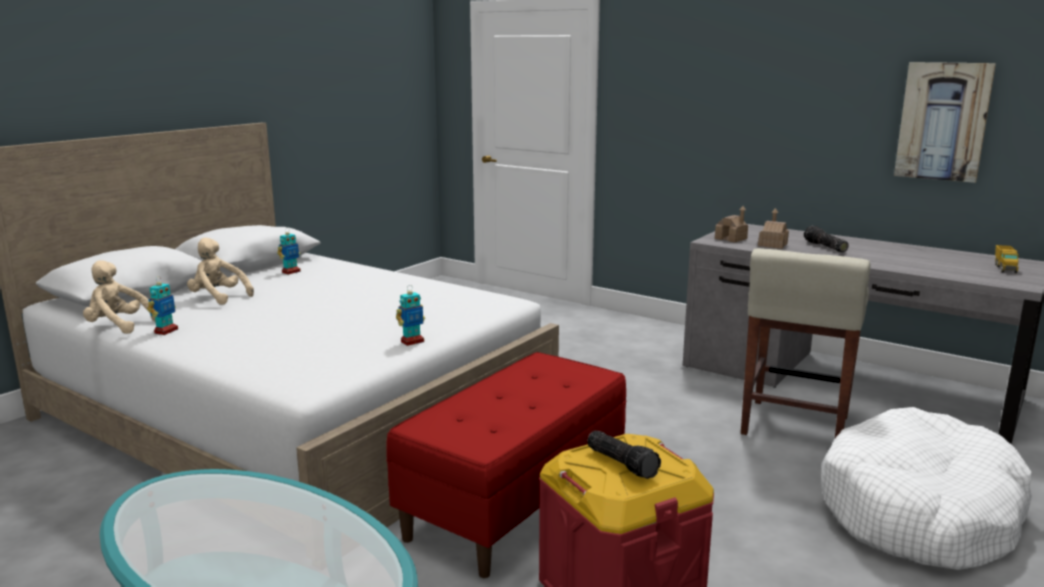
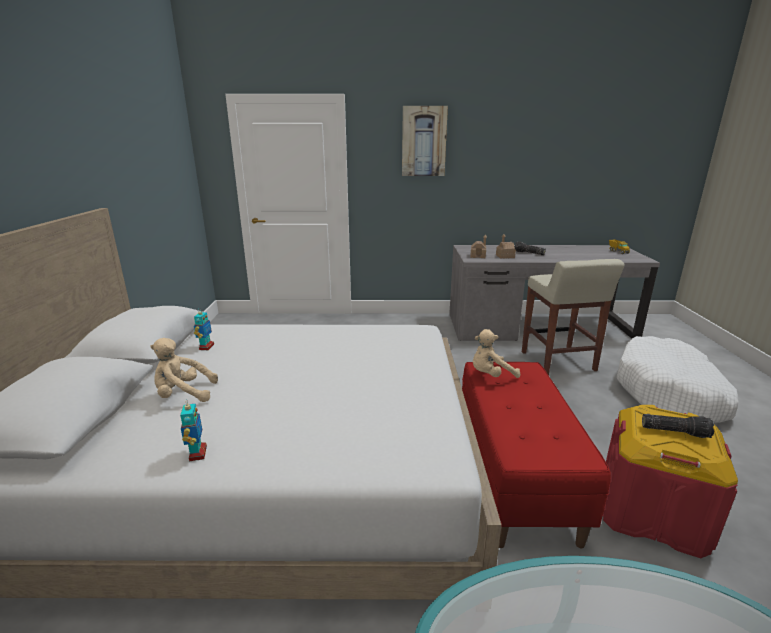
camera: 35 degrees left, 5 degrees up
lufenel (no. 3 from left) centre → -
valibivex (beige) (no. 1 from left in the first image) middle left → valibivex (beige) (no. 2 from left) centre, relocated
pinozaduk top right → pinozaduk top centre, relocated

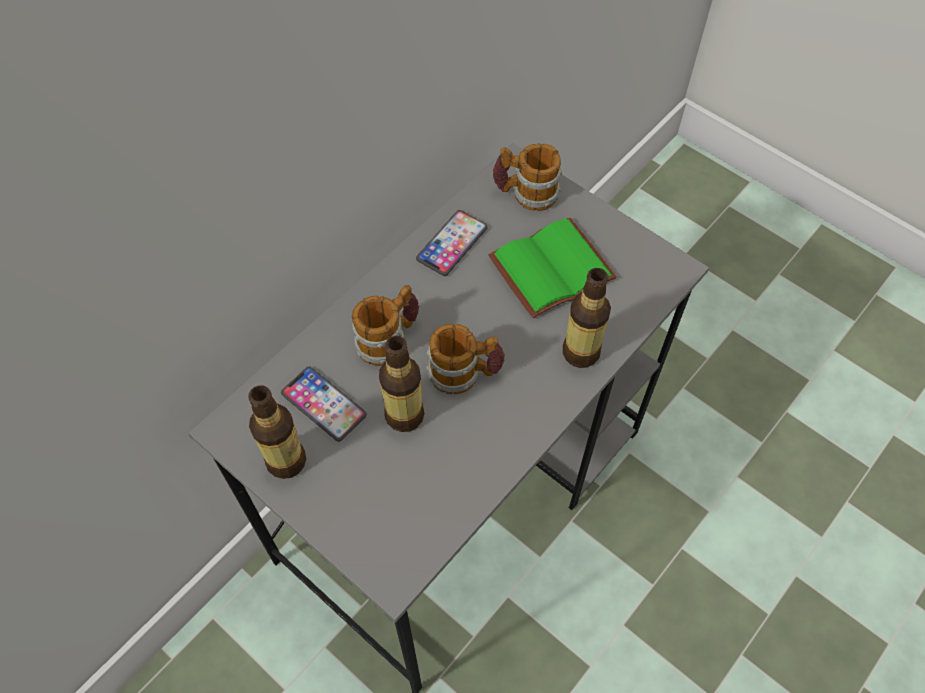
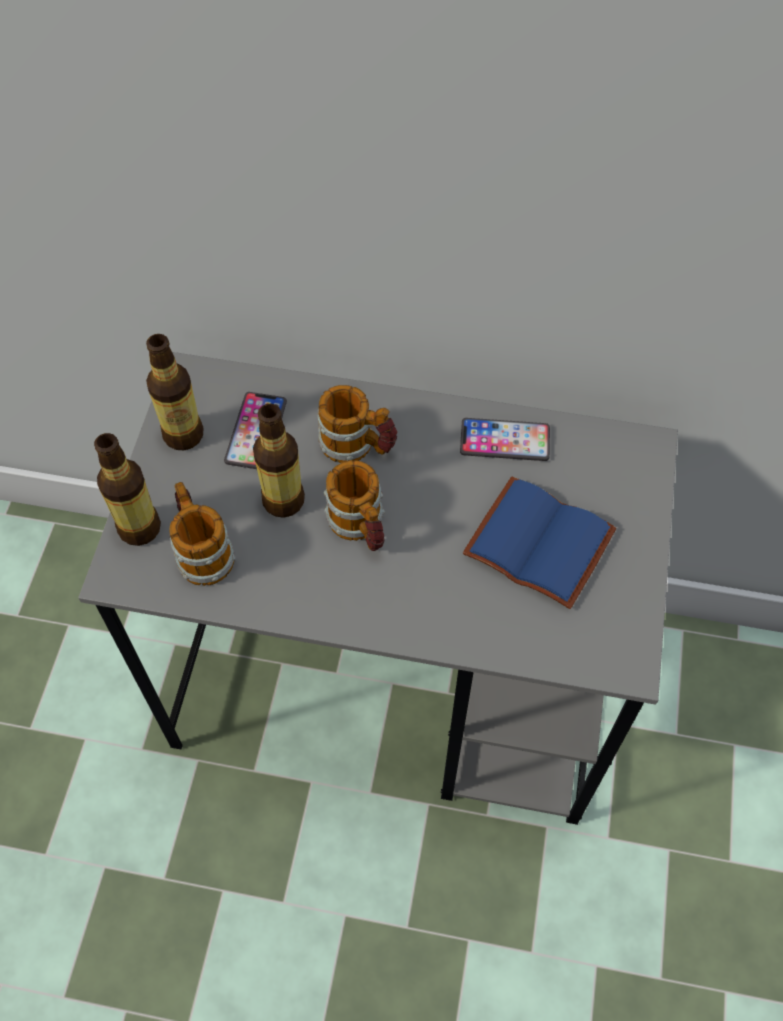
camera: 60 degrees right, 0 degrees up
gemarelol (no. 3 from left in the first image) top centre → gemarelol (no. 1 from left) middle left, relocated
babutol (no. 3 from left in the first image) centre → babutol (no. 1 from left) middle left, relocated
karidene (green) centre → karidene (blue) middle right

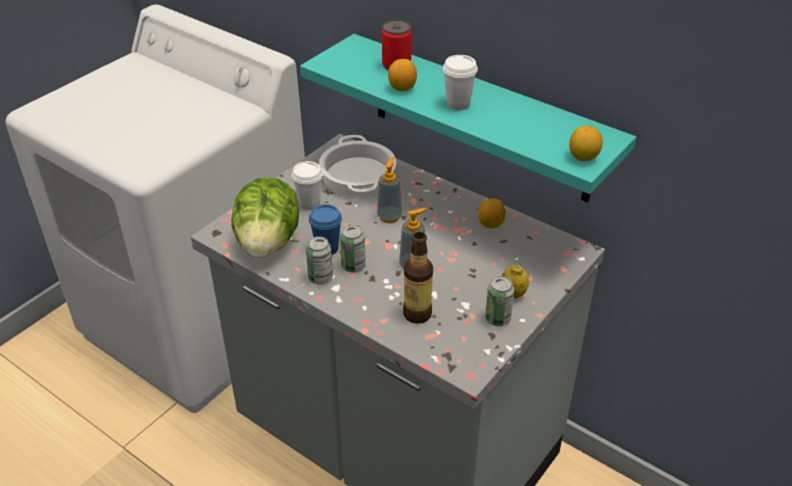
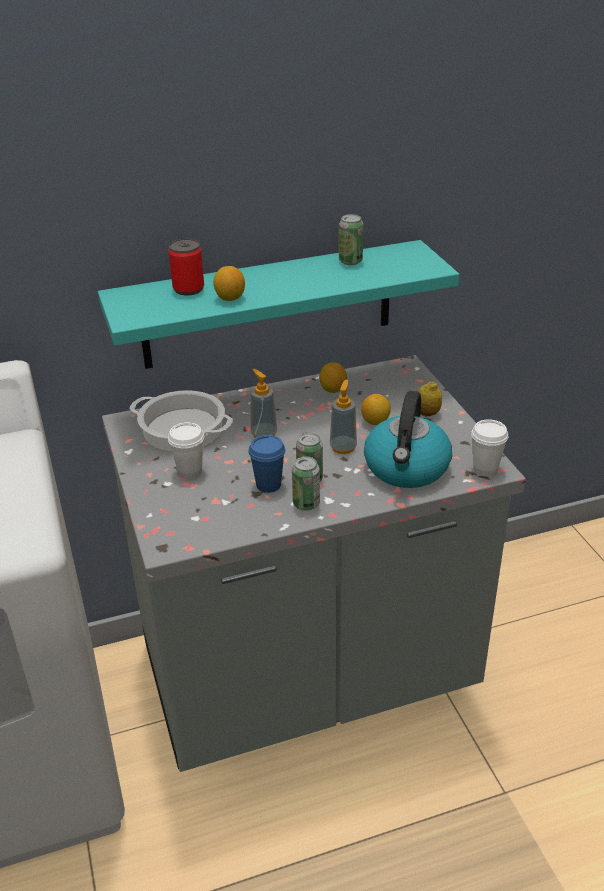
camera: 55 degrees left, 5 degrees down
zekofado centre → -
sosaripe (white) (no. 2 from left) top centre → sosaripe (white) (no. 2 from left) middle right, relocated
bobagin (no. 4 from left) centre → bobagin (no. 4 from left) top centre, relocated
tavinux (no. 4 from left in the first image) top right → tavinux (no. 3 from left) centre, relocated
babutol centre → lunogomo middle right

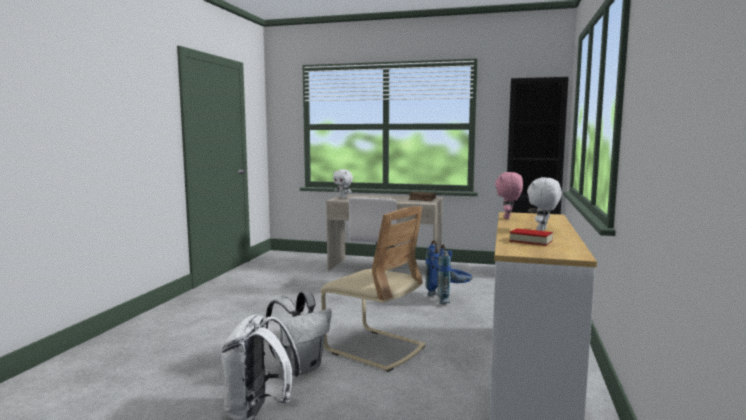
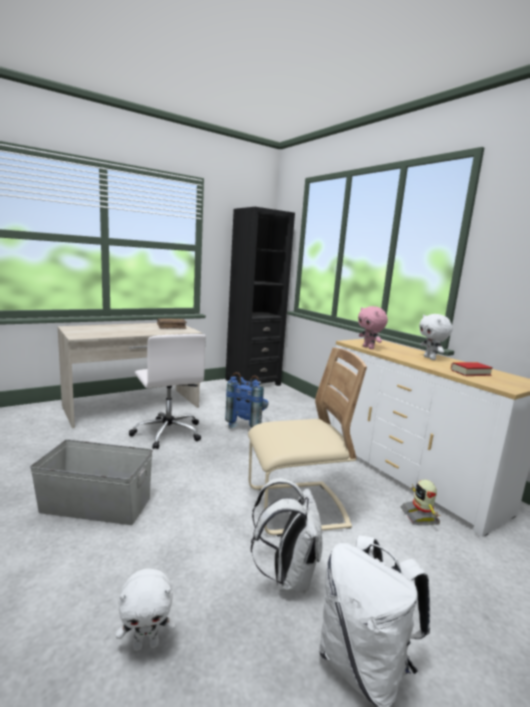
camera: 50 degrees left, 5 degrees up
- → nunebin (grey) bottom left
- → lufenel bottom right
valibivex (white) (no. 1 from left) centre → valibivex (white) (no. 1 from left) bottom left, relocated

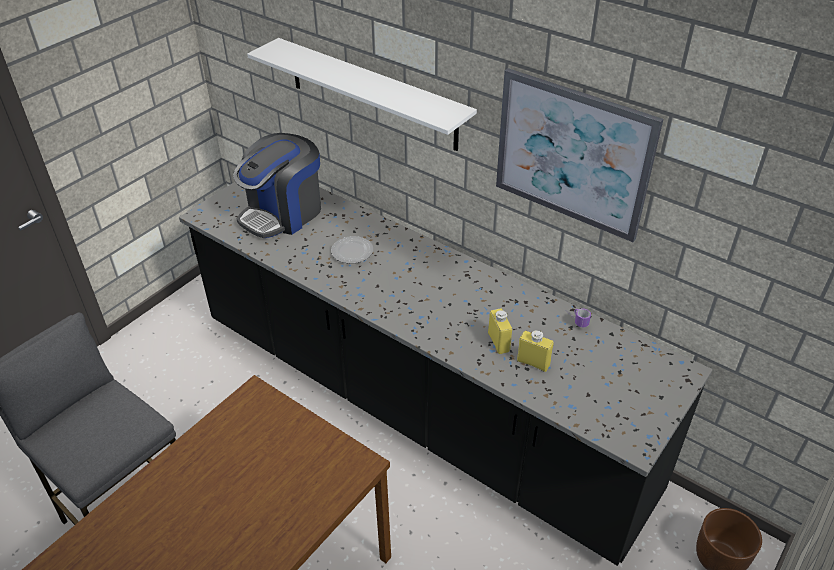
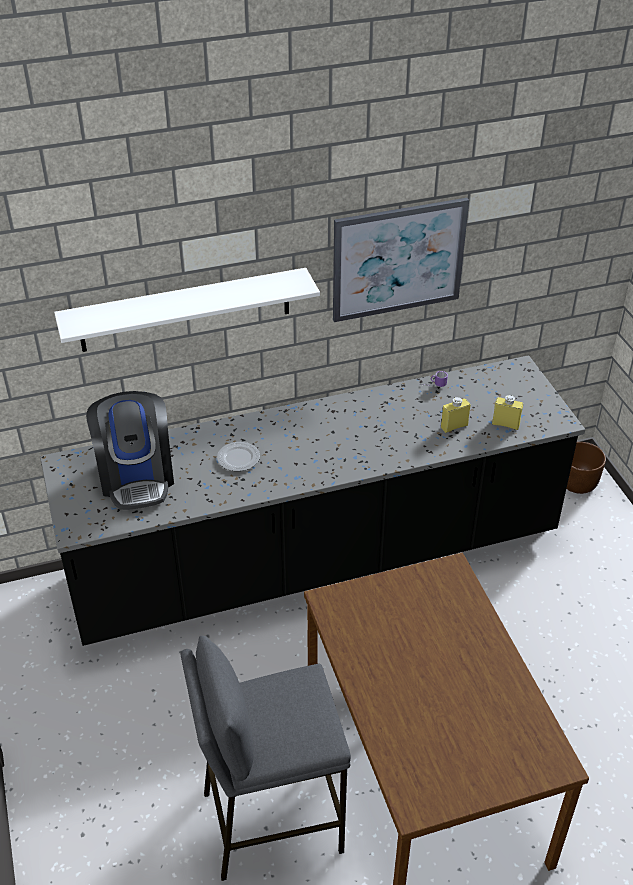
camera: 55 degrees left, 0 degrees up
babutol (yellow) (no. 1 from left in the first image) centre → babutol (yellow) (no. 2 from left) middle right, relocated

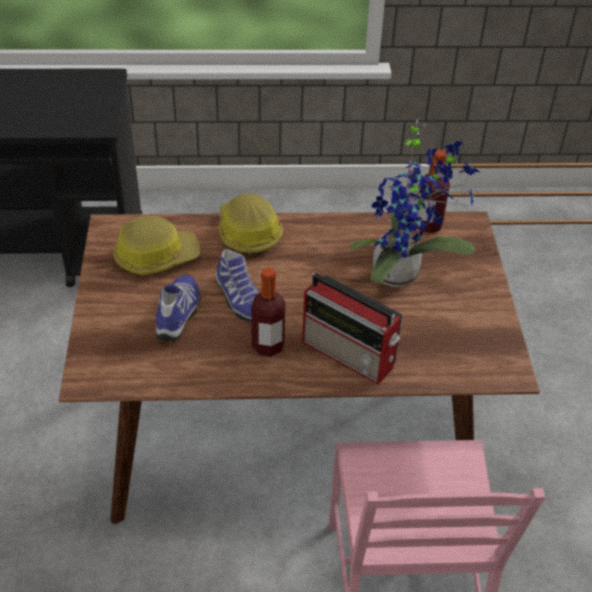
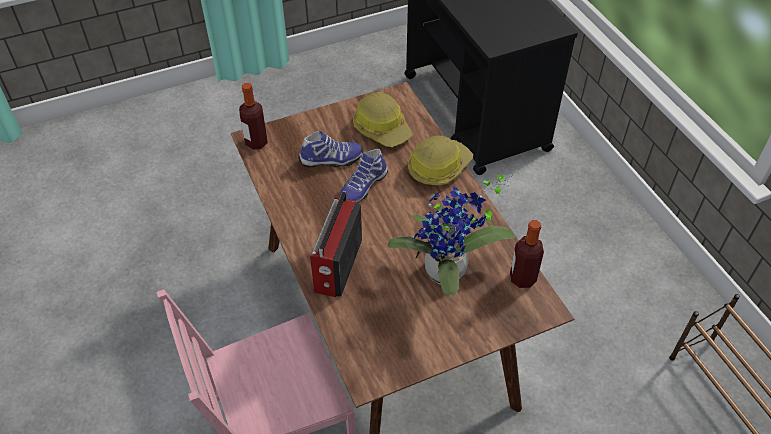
camera: 70 degrees right, 5 degrees up
babutol (no. 1 from left) centre → babutol (no. 1 from left) top left, relocated

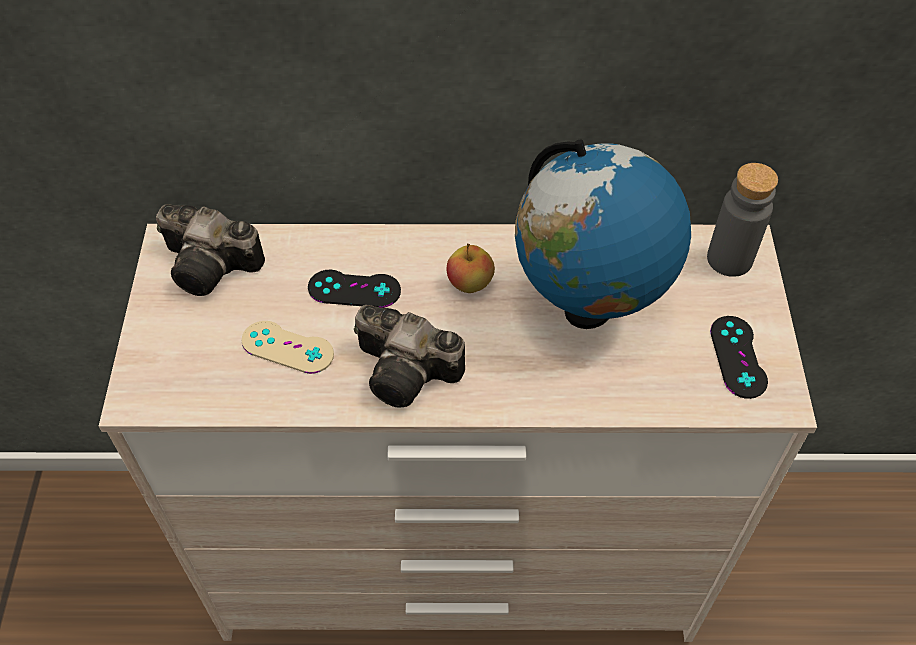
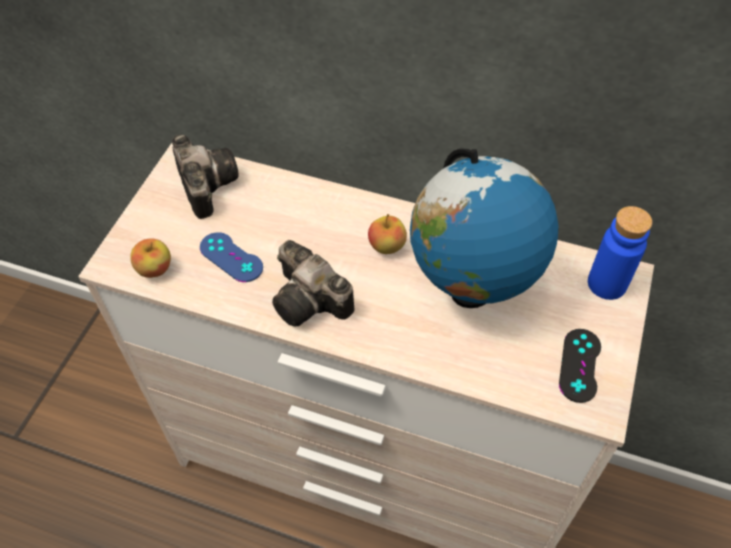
camera: 20 degrees right, 0 degrees up
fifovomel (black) (no. 1 from left) centre → -
- → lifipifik (no. 1 from left) middle left
fifovomel (beige) middle left → fifovomel (blue) middle left
babutol (grey) middle right → babutol (blue) middle right
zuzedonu (no. 1 from left) middle left → zuzedonu (no. 1 from left) top left, 150 degrees counterclockwise

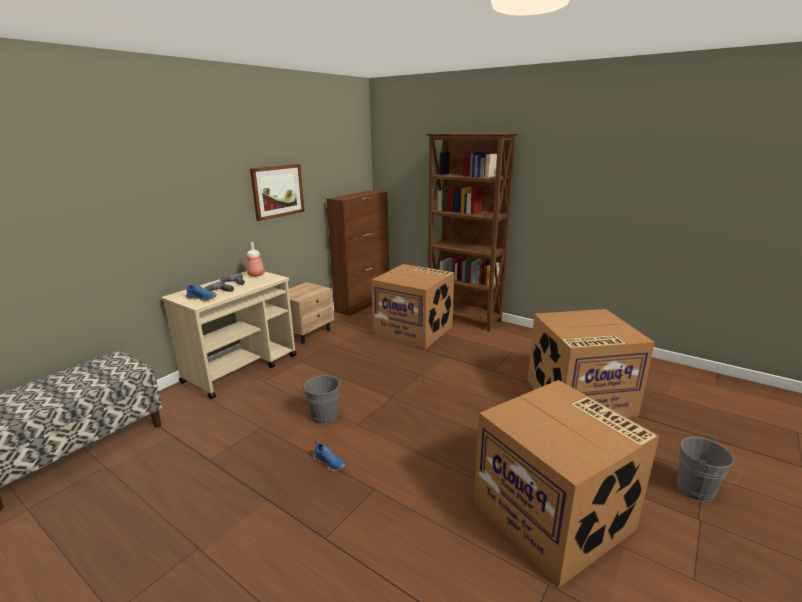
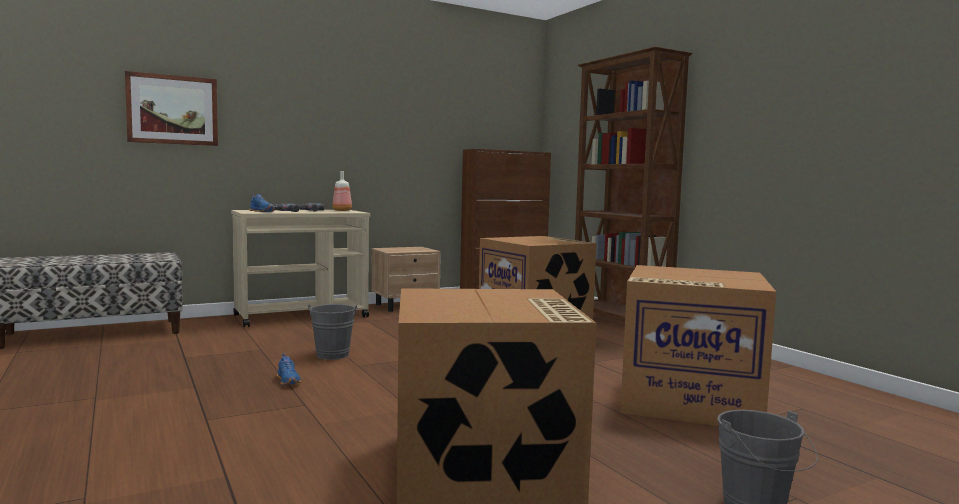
camera: 25 degrees right, 15 degrees down
pinozaduk top centre → pinozaduk top left, relocated

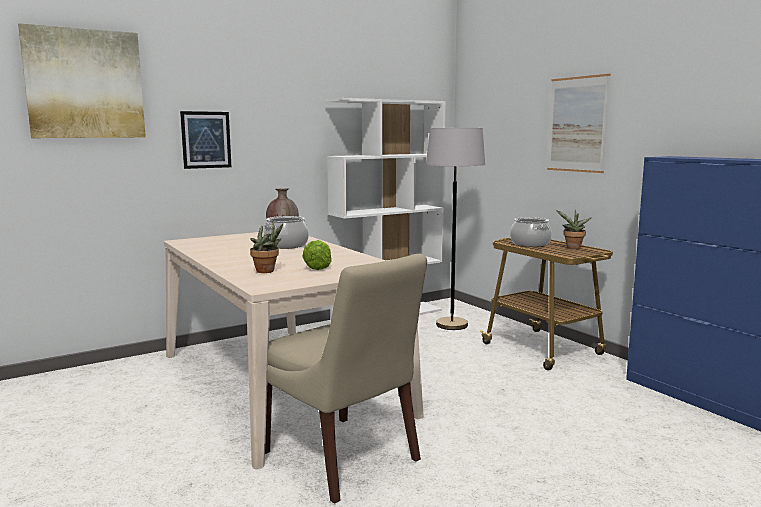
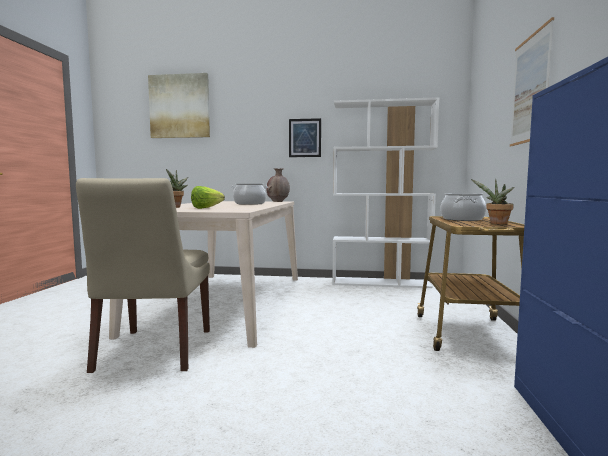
camera: 40 degrees right, 5 degrees down
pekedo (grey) centre → -
pinozaduk (no. 2 from left) top left → pinozaduk (no. 2 from left) top centre, relocated

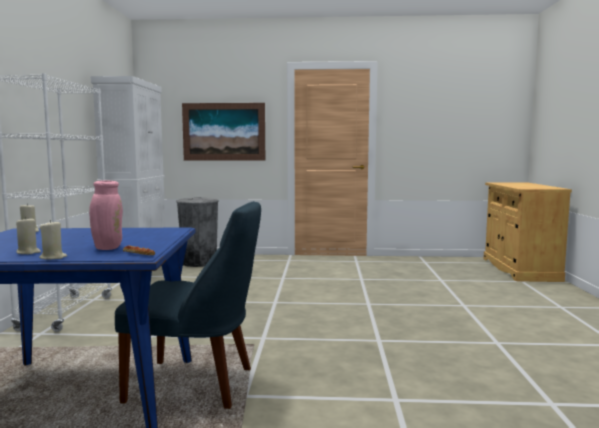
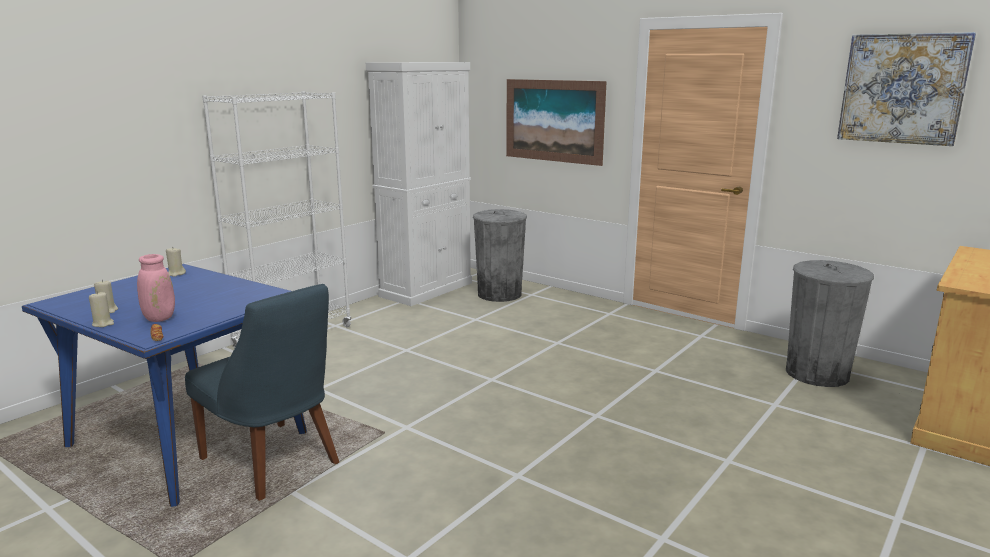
camera: 35 degrees right, 10 degrees up
- → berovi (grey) (no. 2 from left) middle right
- → pinozaduk (no. 2 from left) top right

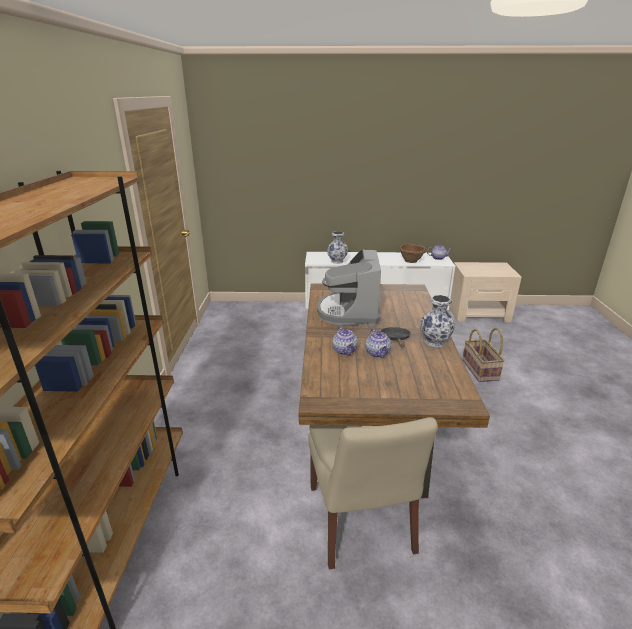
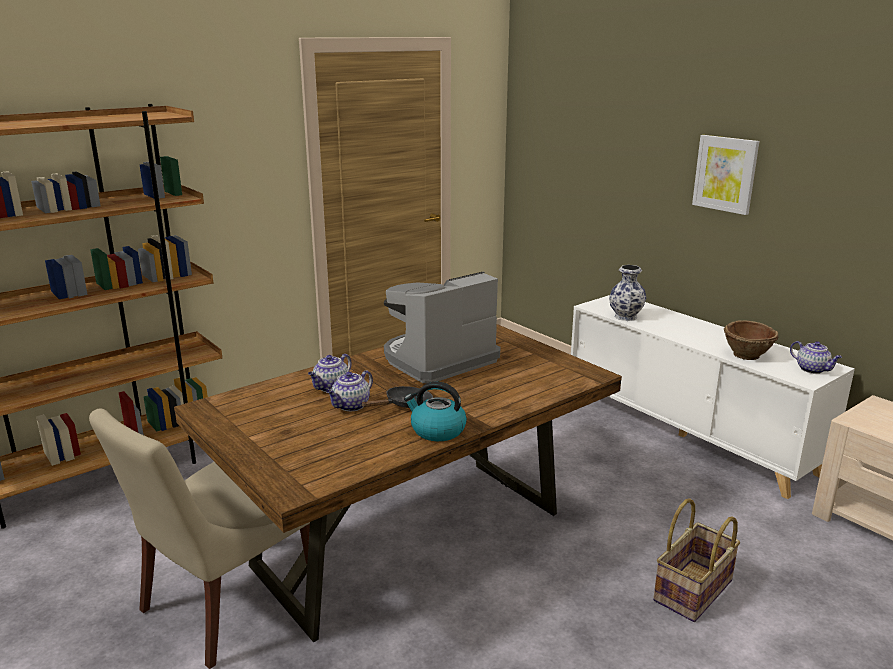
camera: 50 degrees right, 5 degrees down
- → pinozaduk top right
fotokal (no. 2 from left) middle right → lunogomo centre

